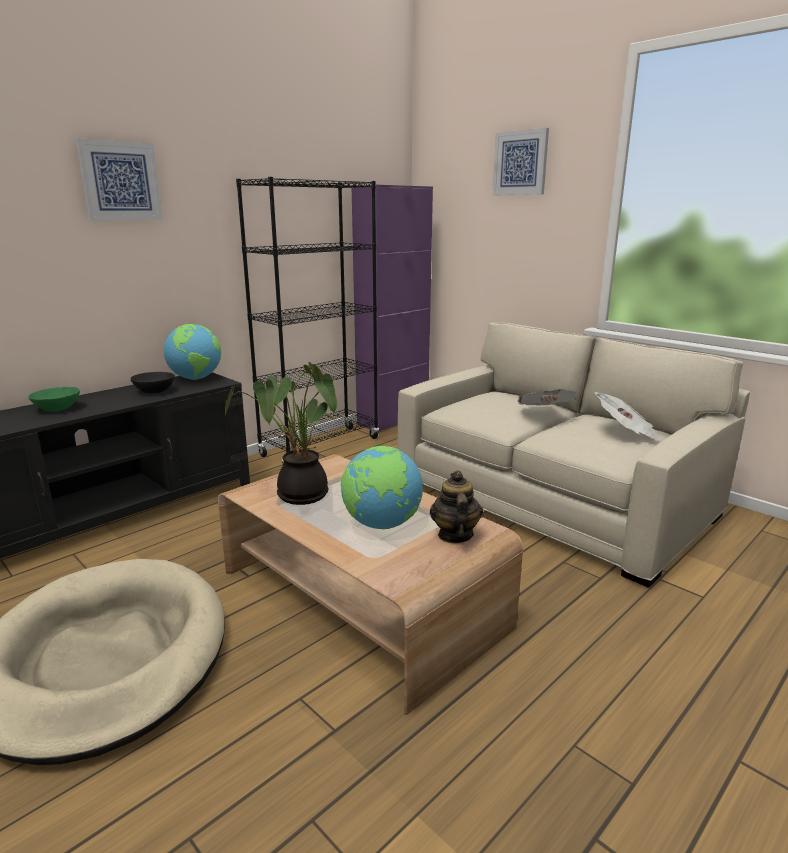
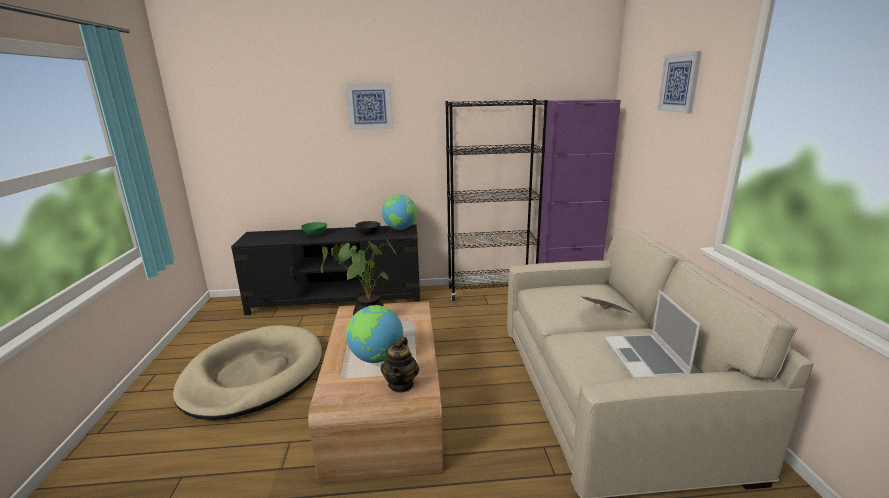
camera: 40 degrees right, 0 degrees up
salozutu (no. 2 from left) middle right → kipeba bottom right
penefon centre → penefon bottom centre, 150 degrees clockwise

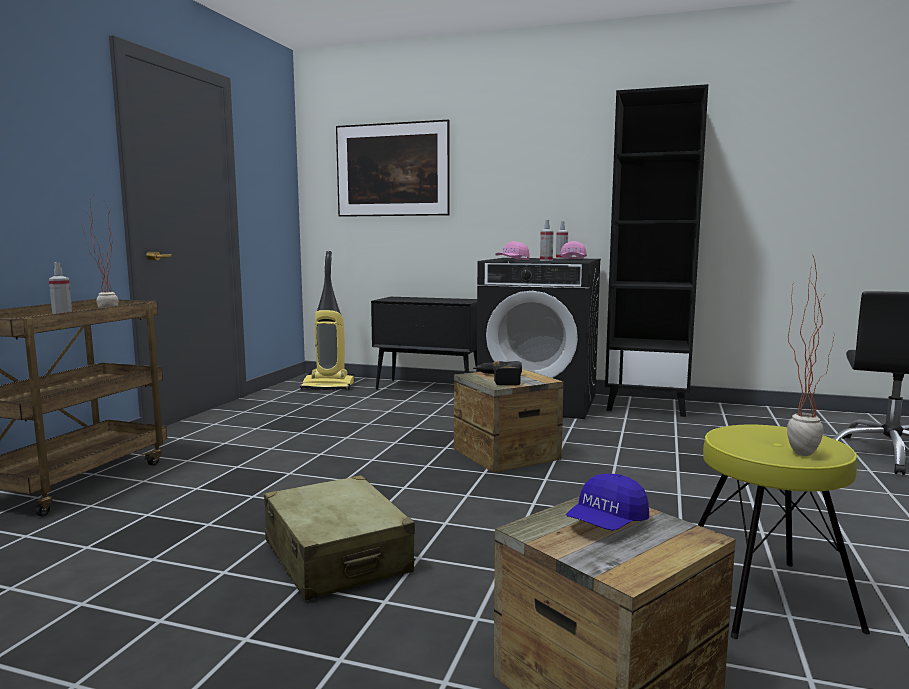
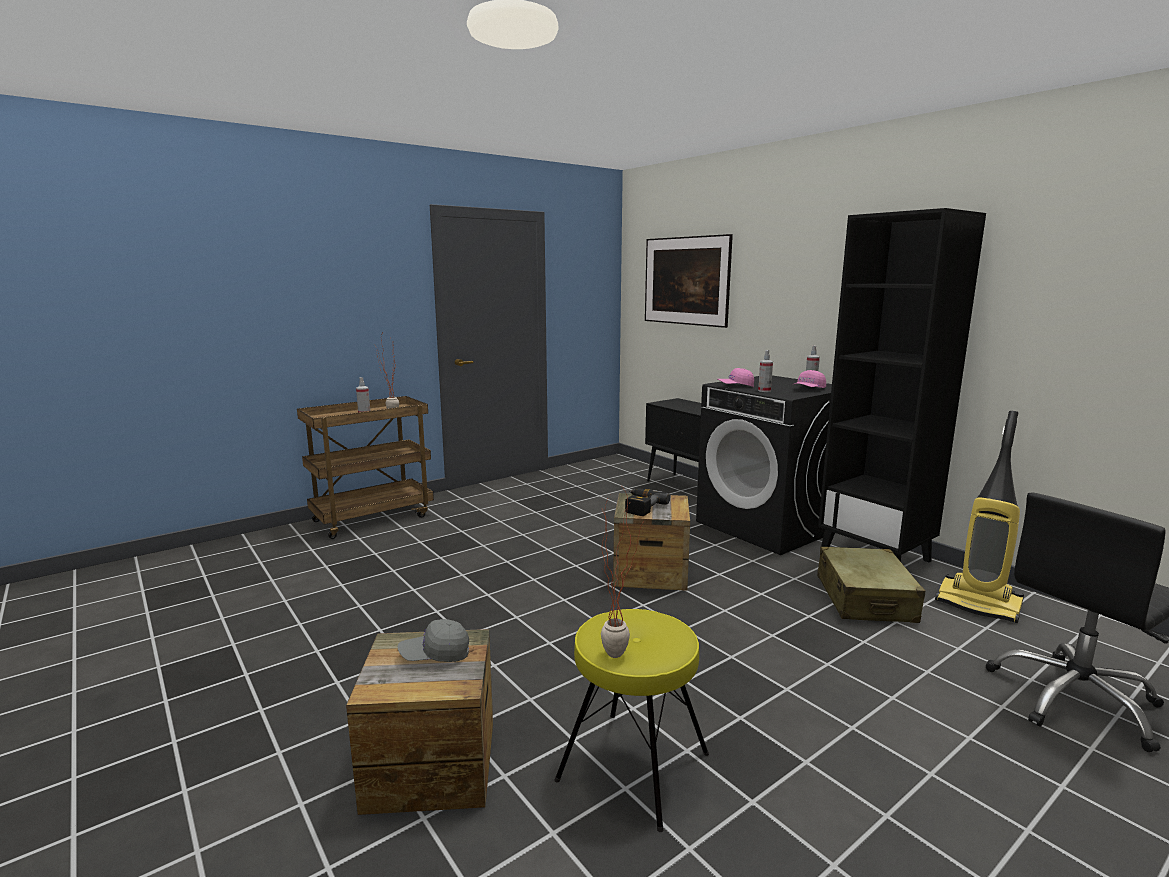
camera: 35 degrees right, 5 degrees up
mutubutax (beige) bottom centre → mutubutax (beige) bottom right, relocated
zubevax centre → zubevax middle right, relocated
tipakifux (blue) bottom right → tipakifux (grey) bottom centre

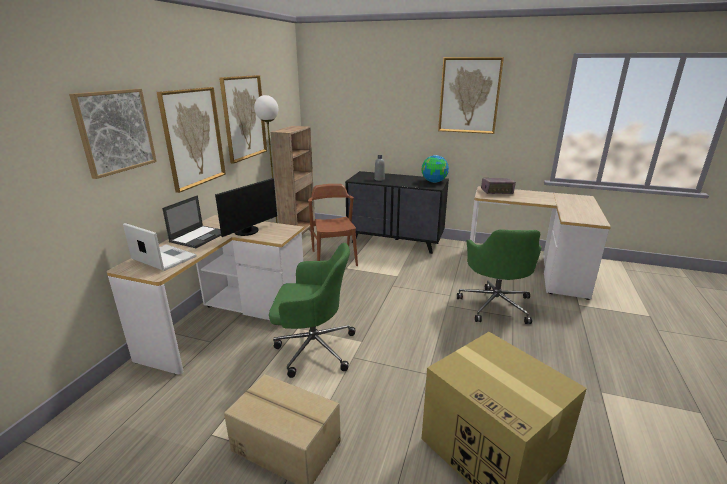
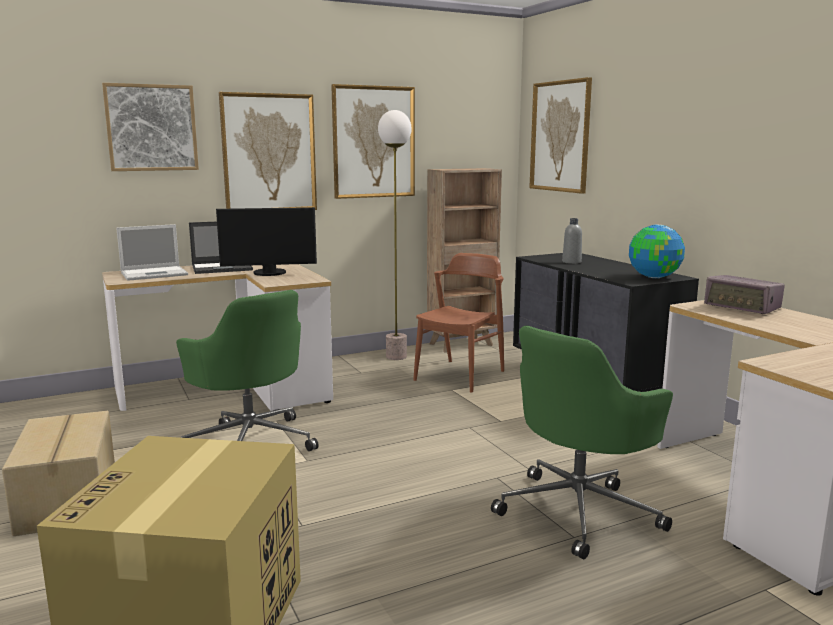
camera: 45 degrees right, 10 degrees down
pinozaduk (no. 4 from left) top centre → pinozaduk (no. 4 from left) top right, relocated
kipeba (no. 1 from left) middle left, 75 degrees clockwise

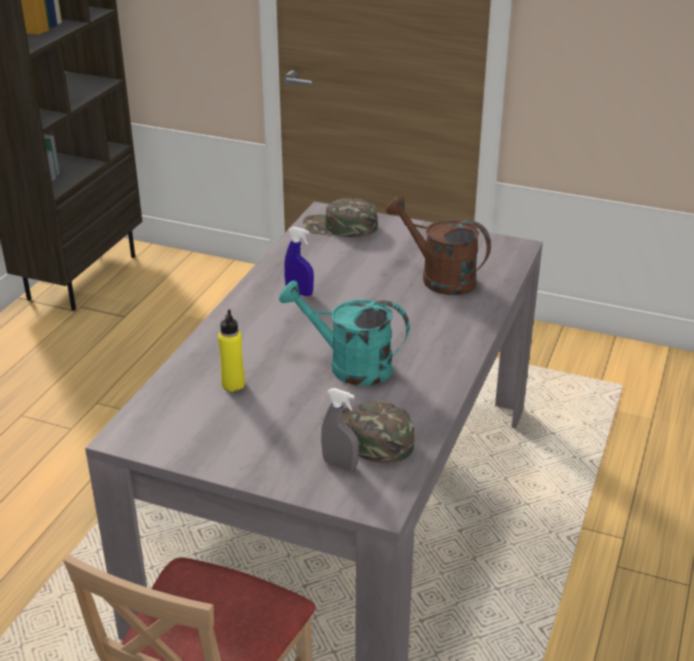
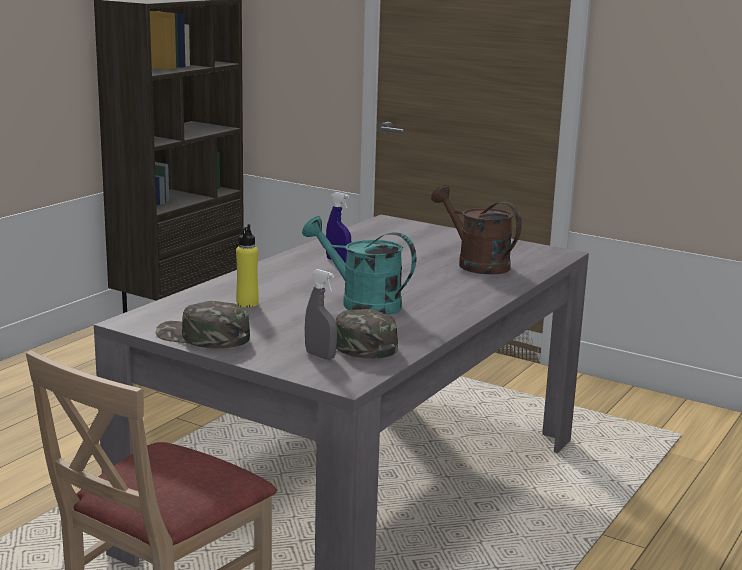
camera: 10 degrees right, 15 degrees down
tipakifux (green) (no. 1 from left) top centre → tipakifux (green) (no. 1 from left) middle left, relocated

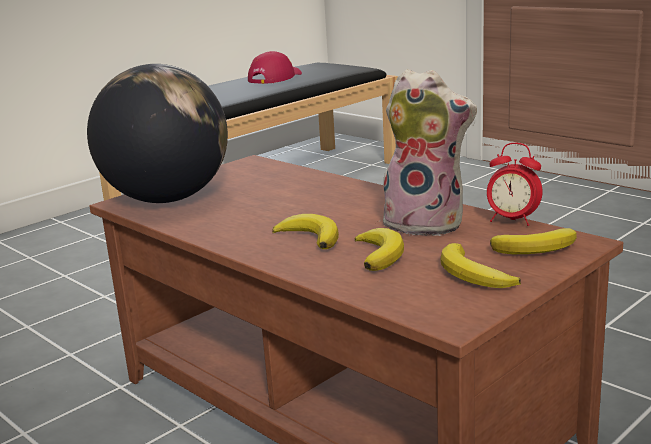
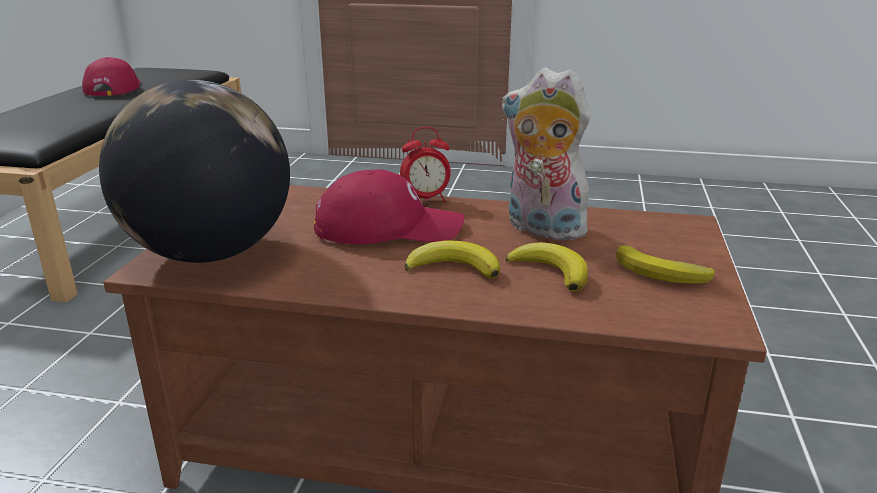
camera: 35 degrees left, 5 degrees up
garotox (no. 4 from left) middle right → -
- → tipakifux (red) (no. 2 from left) centre
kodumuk middle right → kodumuk top centre, relocated
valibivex centre → valibivex top centre, 135 degrees counterclockwise

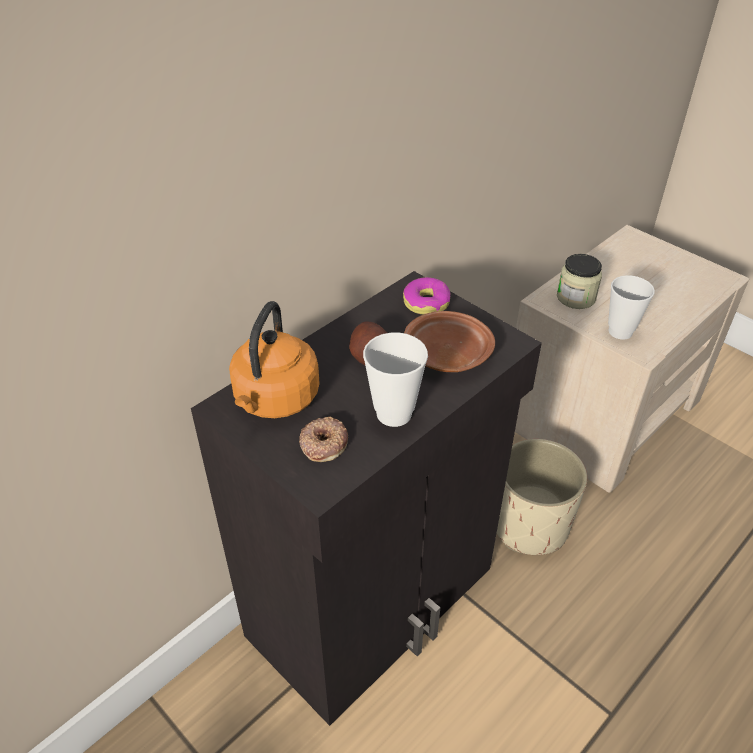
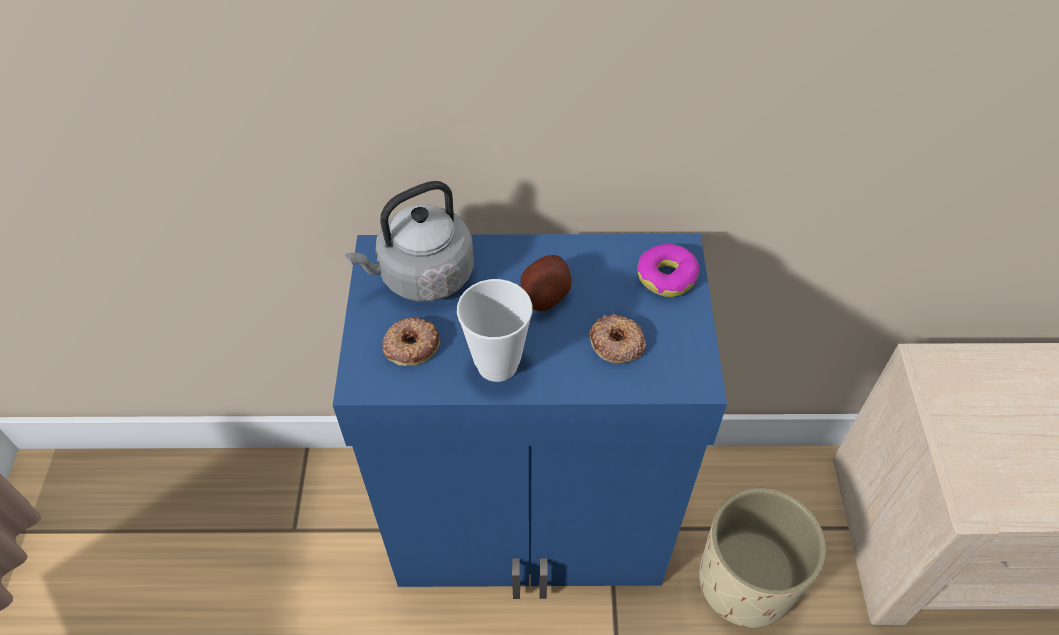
camera: 45 degrees right, 10 degrees up
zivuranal middle right → -
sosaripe (no. 2 from left) middle right → -
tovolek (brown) centre → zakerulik (no. 2 from left) centre
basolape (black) centre → basolape (blue) centre
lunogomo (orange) centre → lunogomo (grey) centre

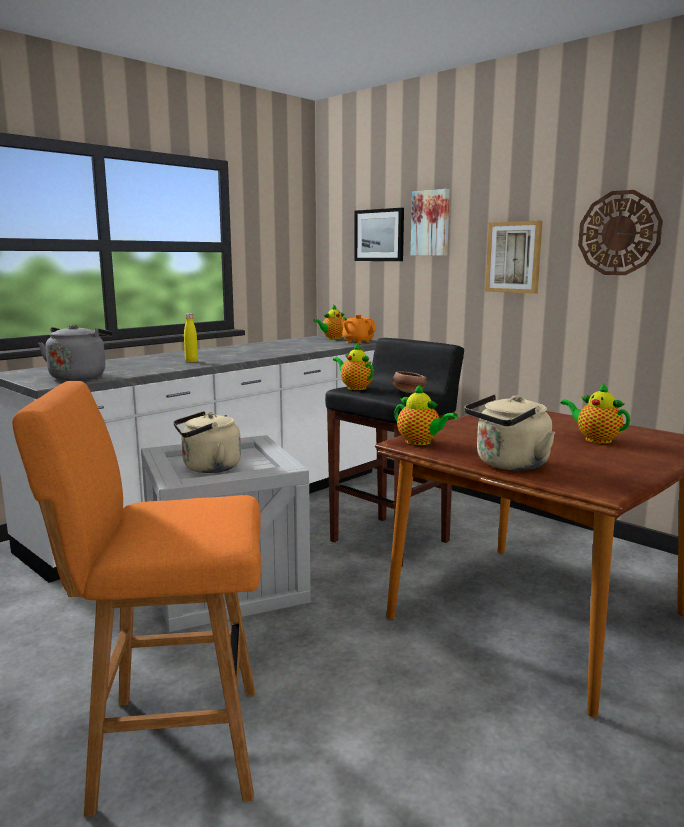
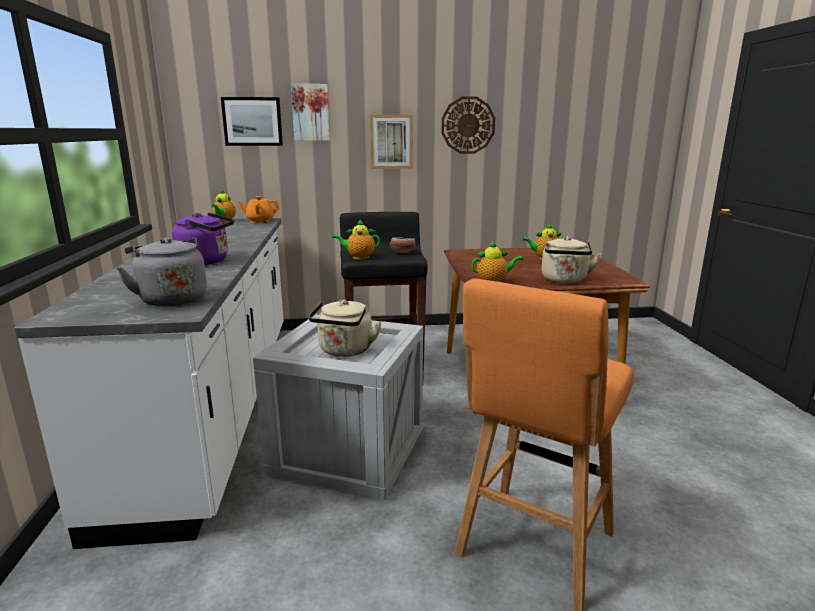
camera: 50 degrees left, 5 degrees up
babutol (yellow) middle left → lunogomo (purple) middle left

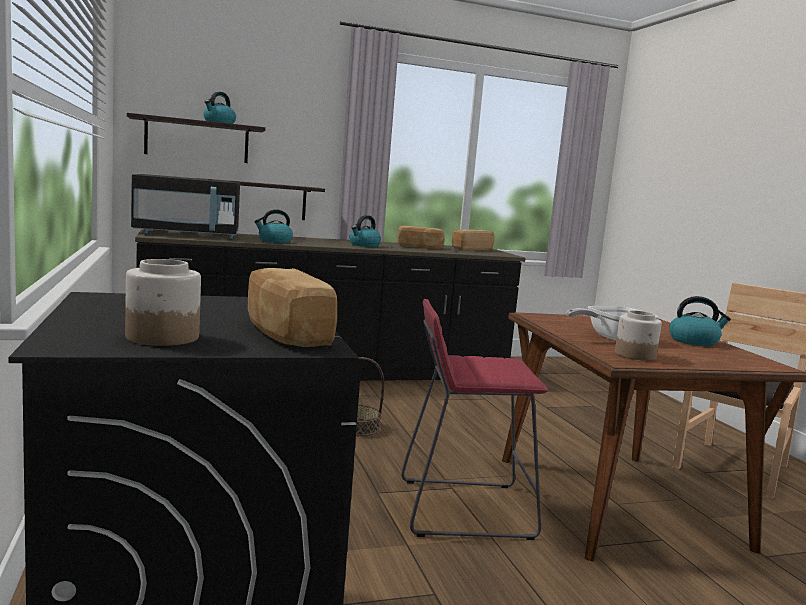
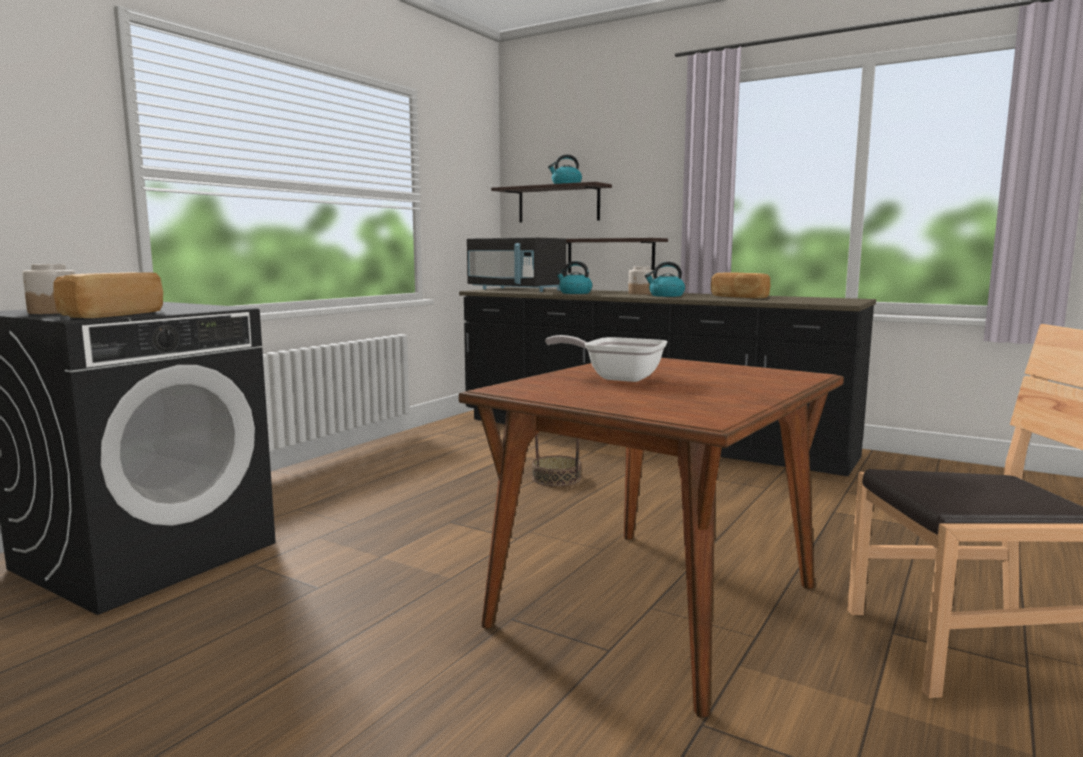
camera: 50 degrees right, 0 degrees up
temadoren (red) bottom centre → -
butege (no. 3 from left) centre → -
lunogomo (no. 4 from left) middle right → -
zivuranal (no. 2 from left) middle right → zivuranal (no. 2 from left) centre, relocated

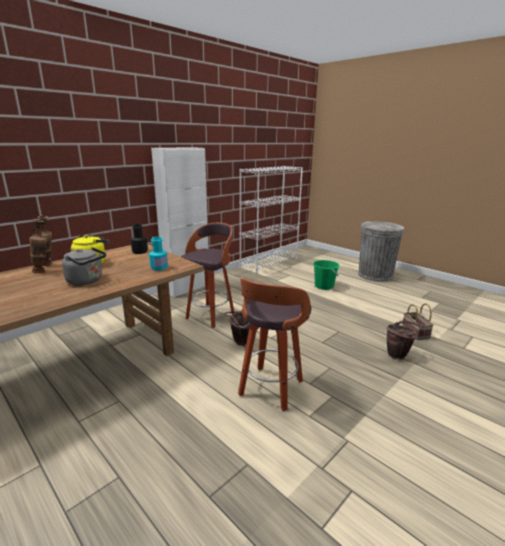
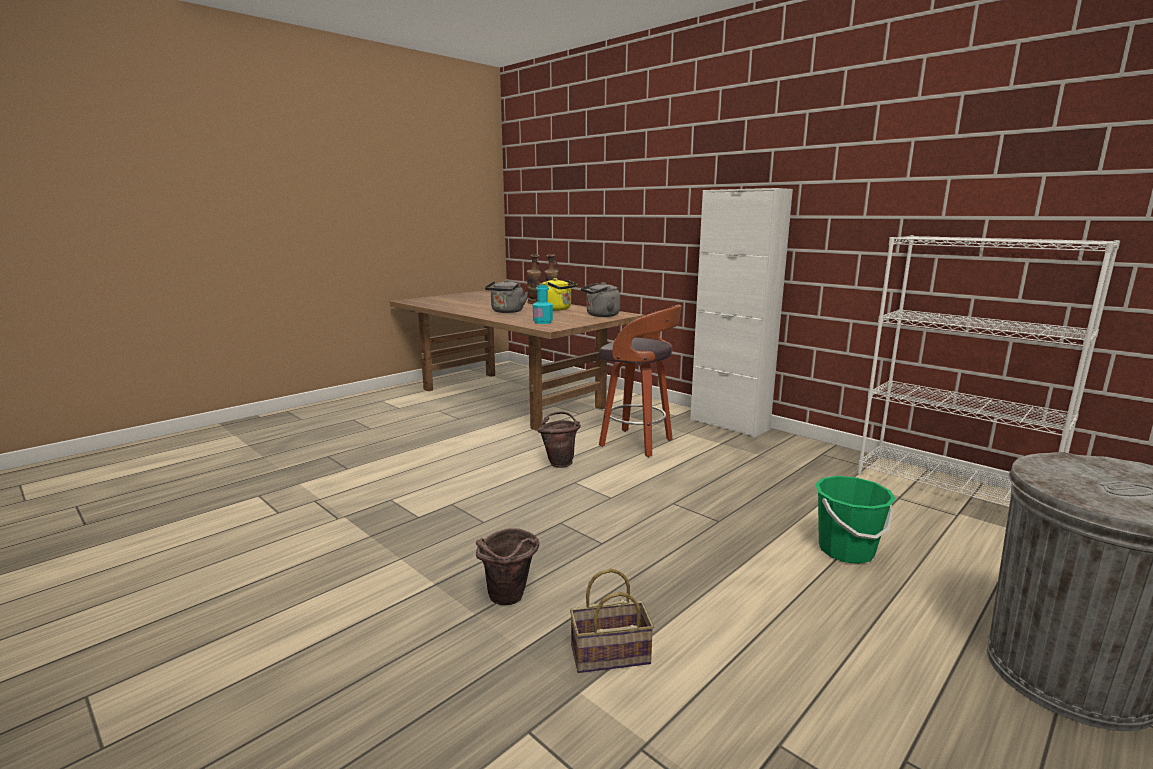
camera: 90 degrees right, 5 degrees down
temadoren (no. 2 from left) centre → -
babutol (black) middle left → lunogomo (grey) (no. 2 from left) centre

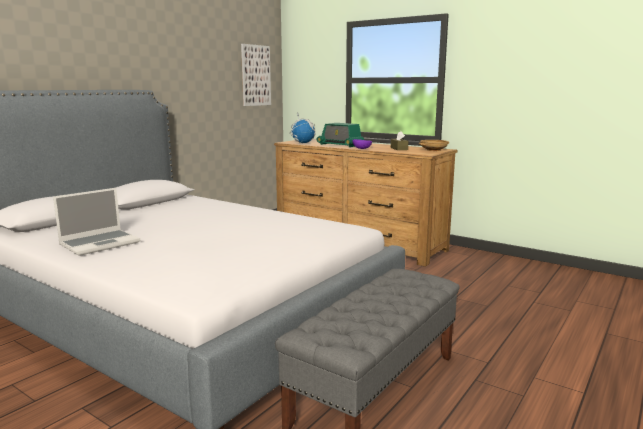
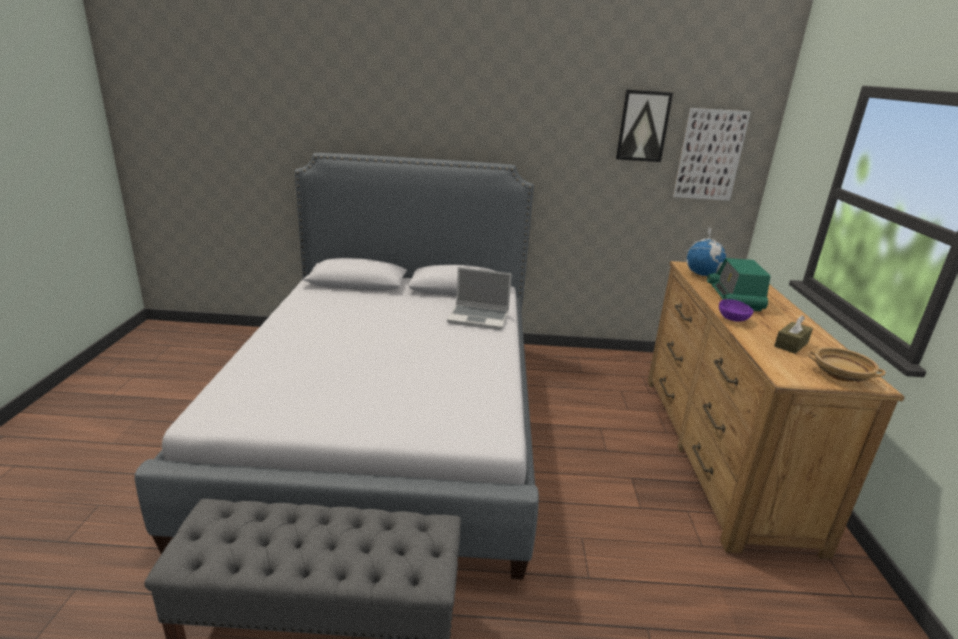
camera: 55 degrees right, 10 degrees up
- → pinozaduk (no. 1 from left) top right
kipeba middle left → kipeba centre, relocated

